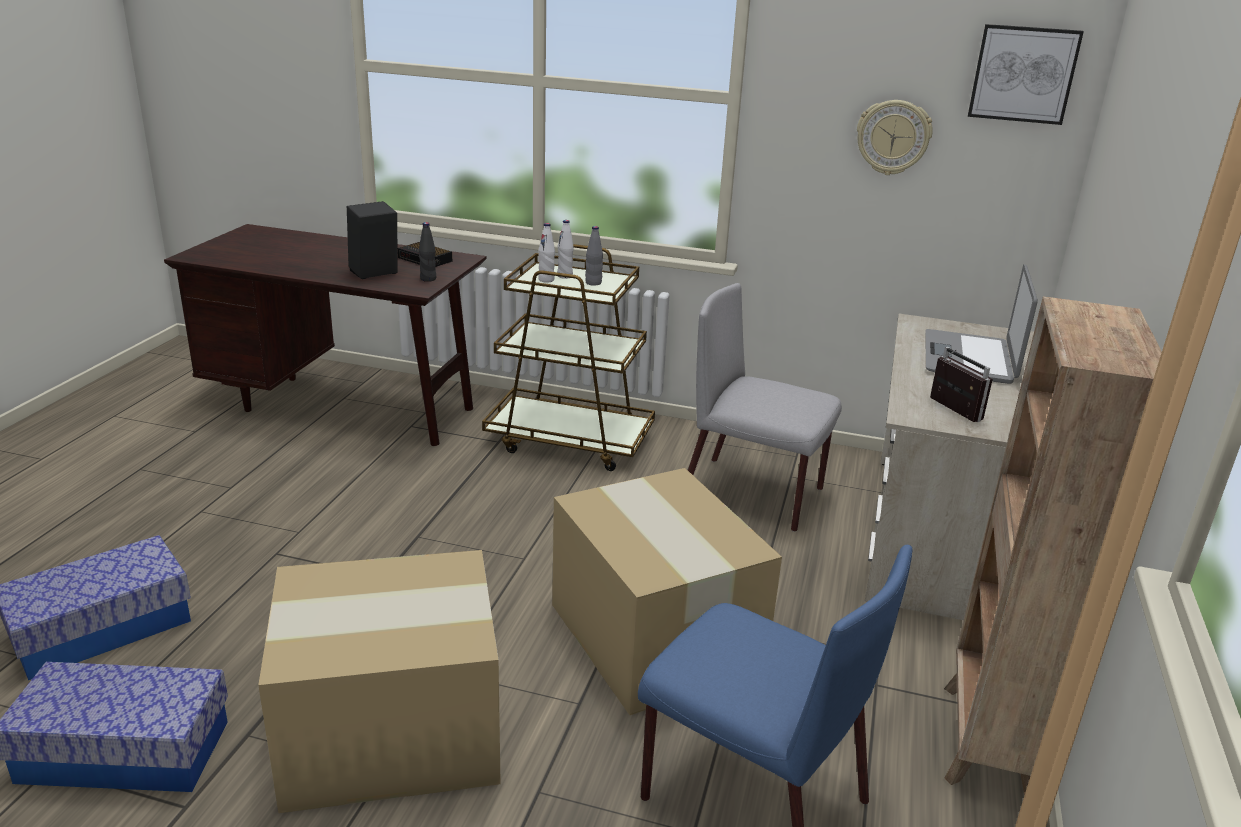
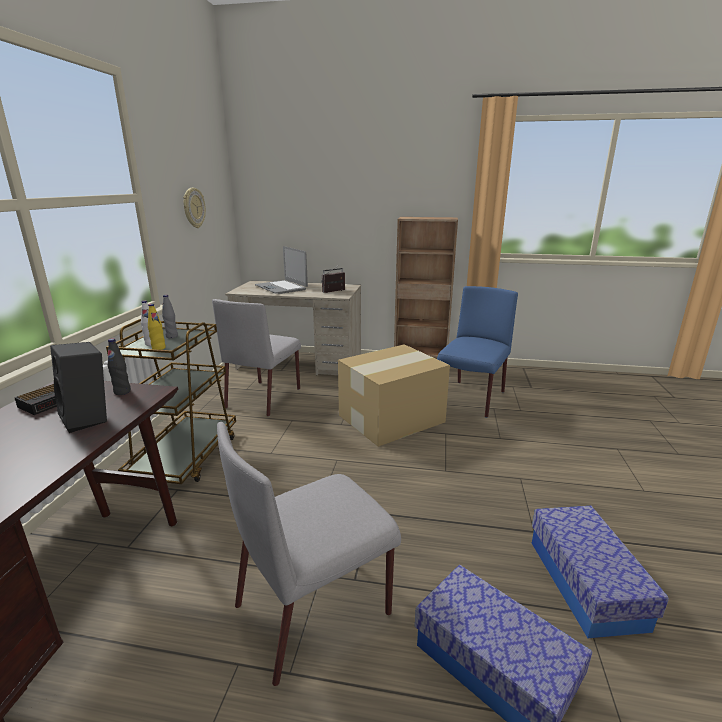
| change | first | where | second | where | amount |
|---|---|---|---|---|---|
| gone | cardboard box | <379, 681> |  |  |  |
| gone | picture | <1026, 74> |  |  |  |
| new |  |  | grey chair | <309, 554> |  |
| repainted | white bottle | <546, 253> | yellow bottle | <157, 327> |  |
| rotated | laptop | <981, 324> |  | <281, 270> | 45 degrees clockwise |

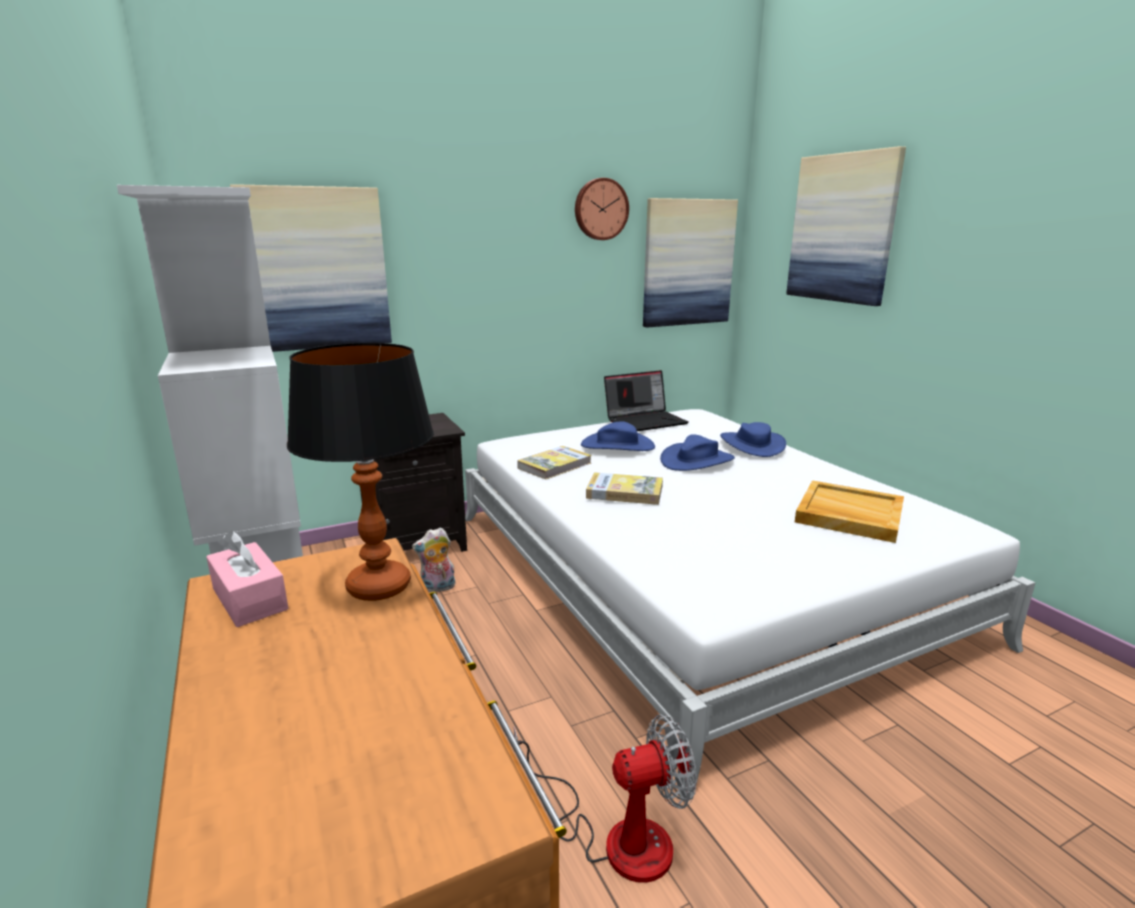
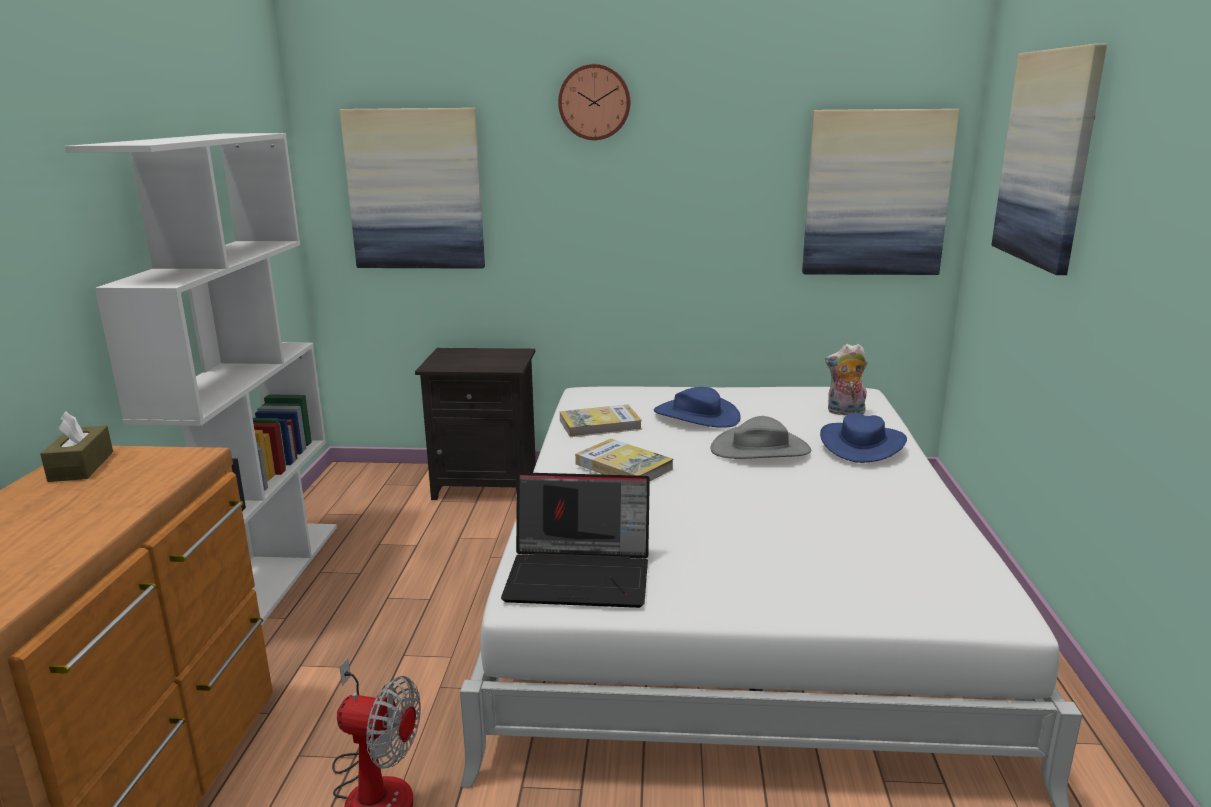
| change | first | where | second | where | amount |
|---|---|---|---|---|---|
| gone | table lamp | <360, 472> |  |  |  |
| gone | beige tray | <849, 511> |  |  |  |
| shifted | plush toy | <433, 559> |  | <846, 379> |  |
| shifted | wall clock | <602, 209> |  | <594, 102> |  |
| shifted | laptop | <646, 400> |  | <575, 540> |  |
| repainted | pink tissue box | <247, 579> | brown tissue box | <76, 446> |  |
| repainted | blue hat | <697, 452> | grey hat | <761, 437> |  |

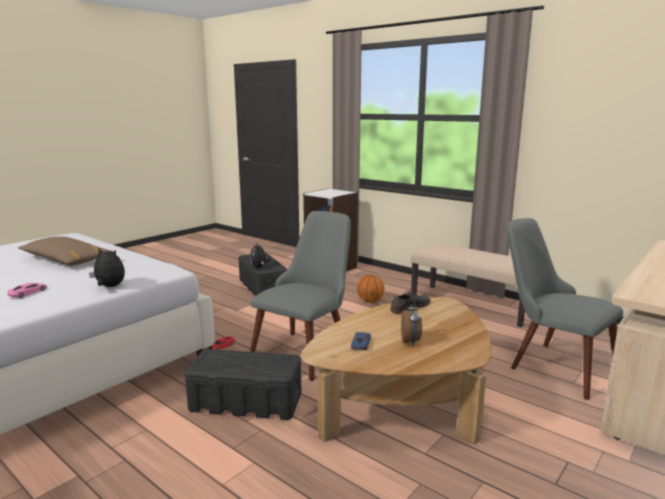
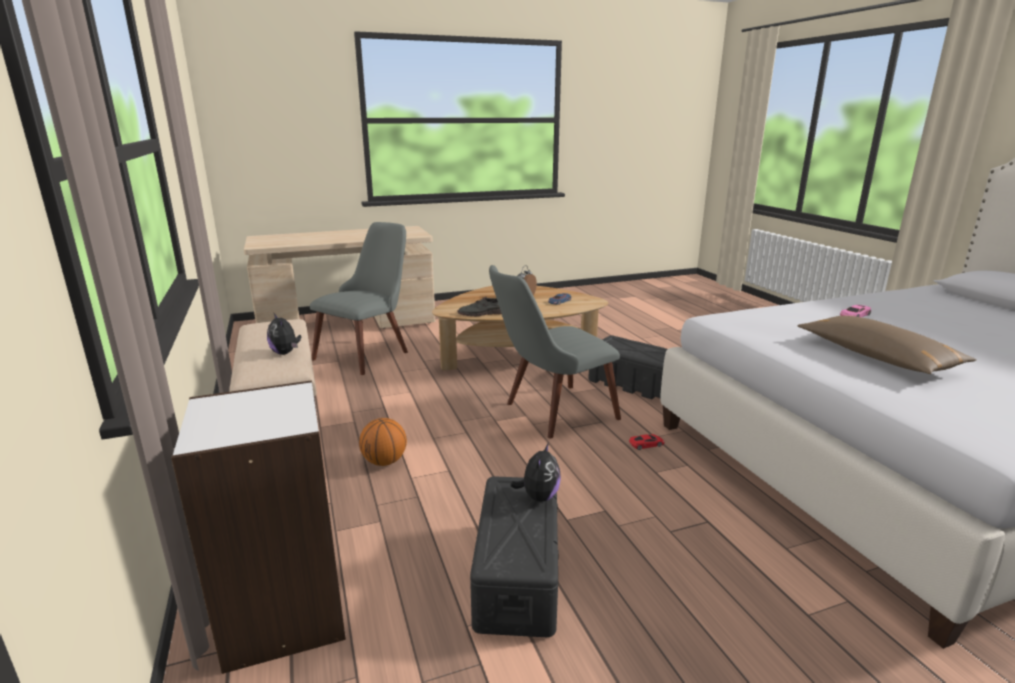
| change | first | where | second | where | amount |
|---|---|---|---|---|---|
| shifted | plush toy | <107, 267> |  | <284, 333> |  |
| rotated | grey chair | <565, 309> |  | <359, 298> | 135 degrees counterclockwise |

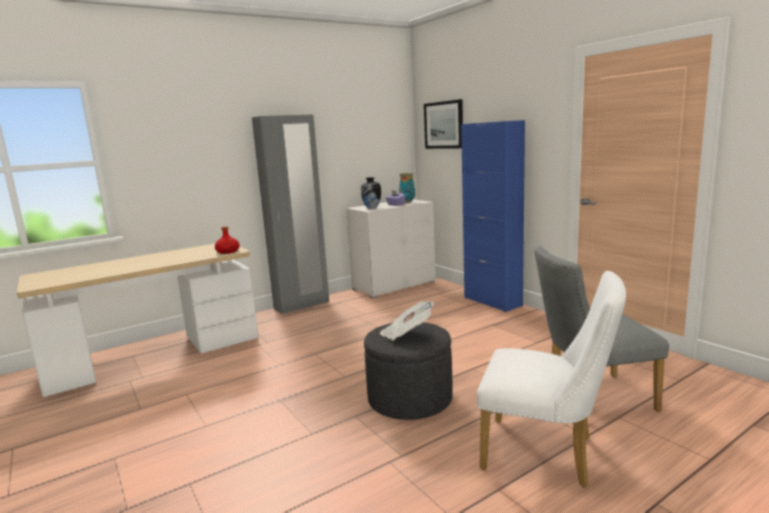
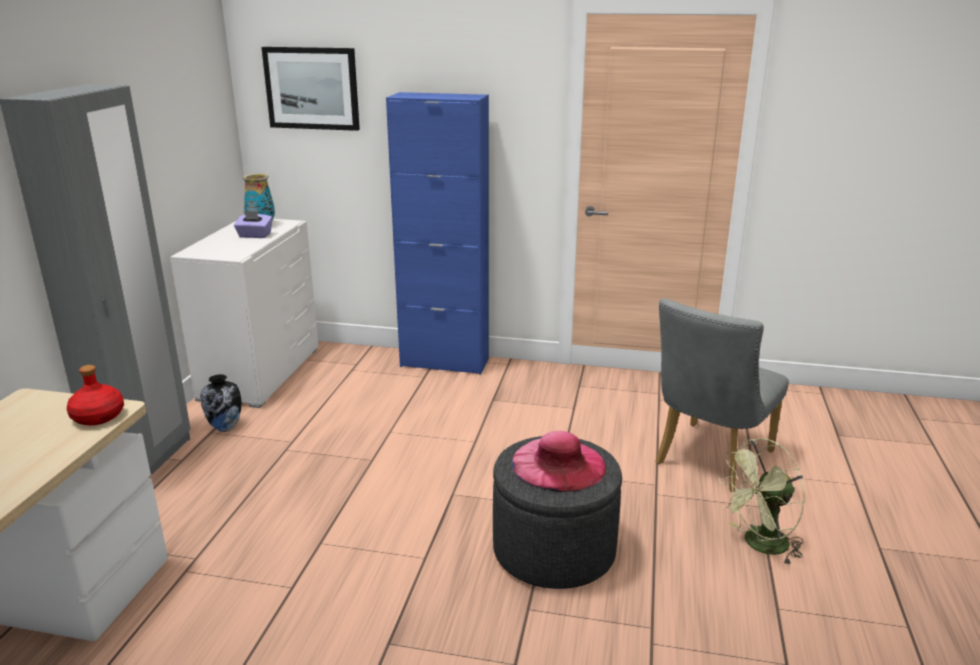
| change | first | where | second | where | amount |
|---|---|---|---|---|---|
| shifted | vase | <371, 193> |  | <221, 403> |  |
| swapped | newspaper | <407, 321> | pink hat | <558, 461> |  |
| swapped | white chair | <551, 379> | green fan | <761, 501> |  |

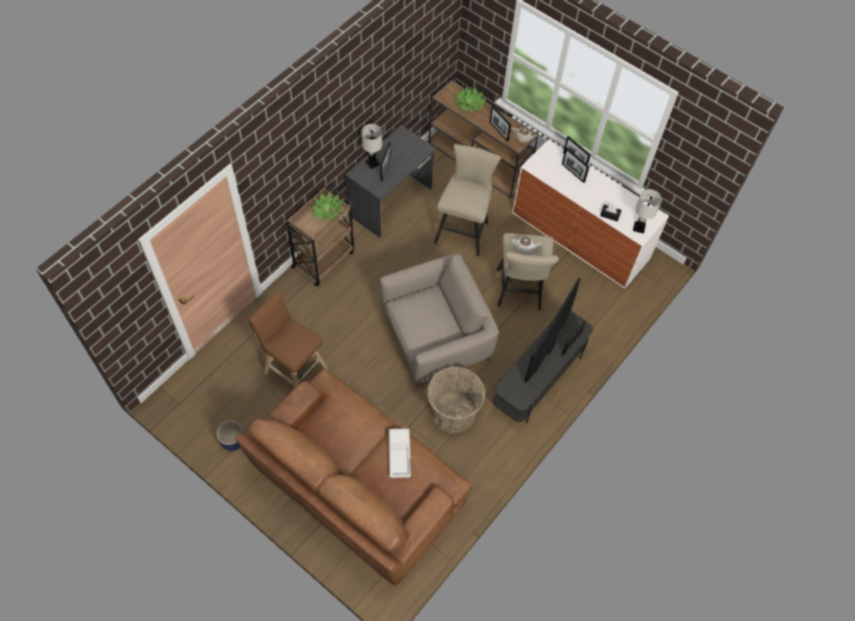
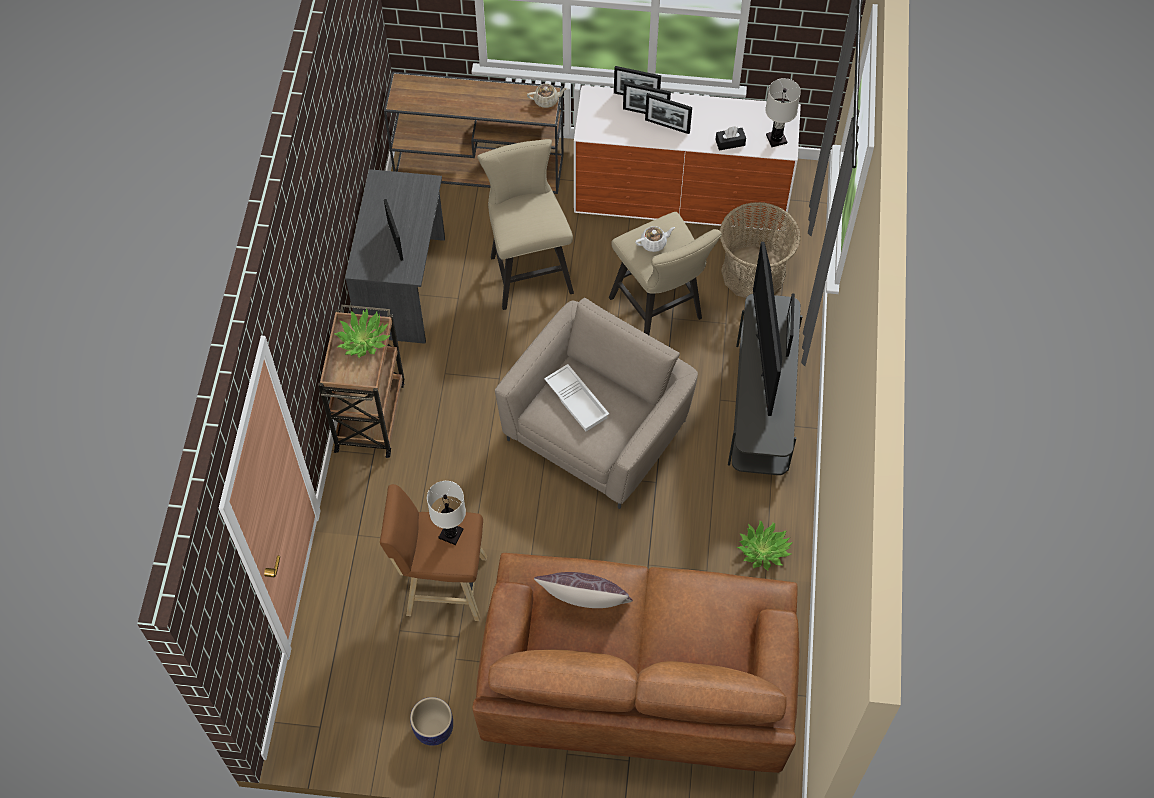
| change | first | where | second | where | amount |
|---|---|---|---|---|---|
| new |  |  | brown pillow | <583, 590> |  |
| shifted | white table lamp | <372, 146> |  | <446, 513> |  |
| shifted | white tray | <400, 453> |  | <576, 397> |  |
| shifted | basket | <456, 400> |  | <760, 250> |  |
| shifted | potted plant | <470, 99> |  | <765, 545> |  |
| shifted | picture frame | <500, 123> |  | <668, 113> |  |

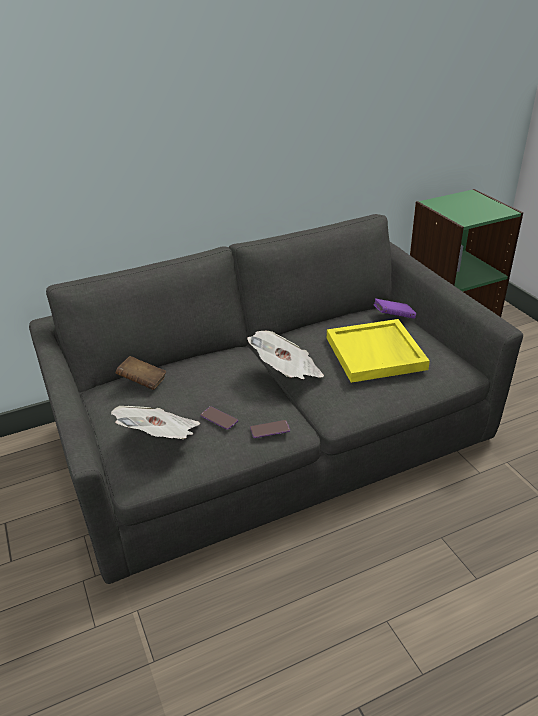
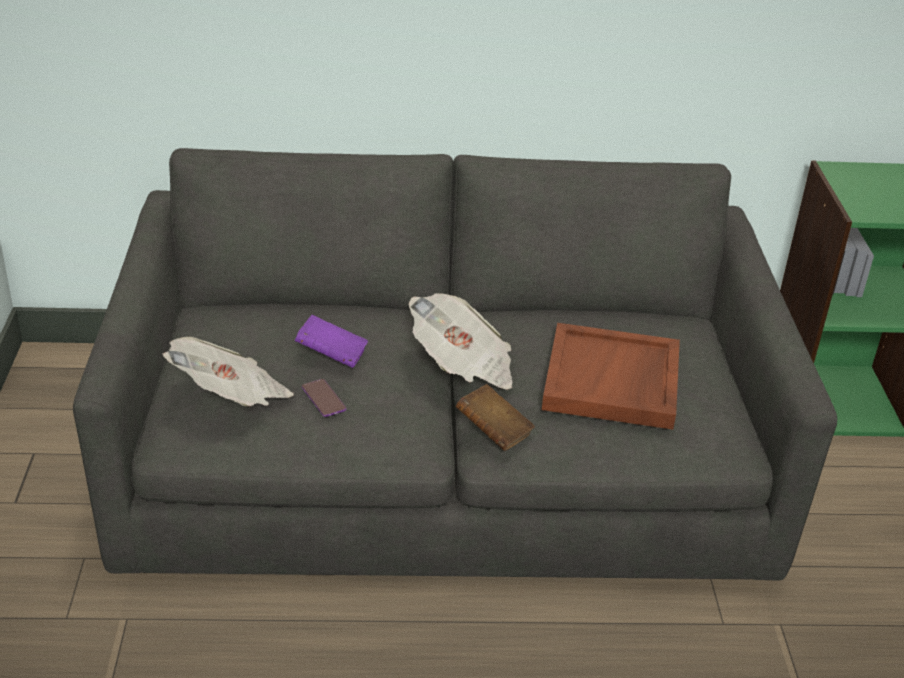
| change | first | where | second | where | amount |
|---|---|---|---|---|---|
| gone | phone | <270, 429> |  |  |  |
| shifted | brown book | <141, 373> |  | <495, 417> |  |
| shifted | purple book | <394, 308> |  | <331, 341> |  |
| repainted | yellow tray | <378, 351> | brown tray | <611, 376> |  |

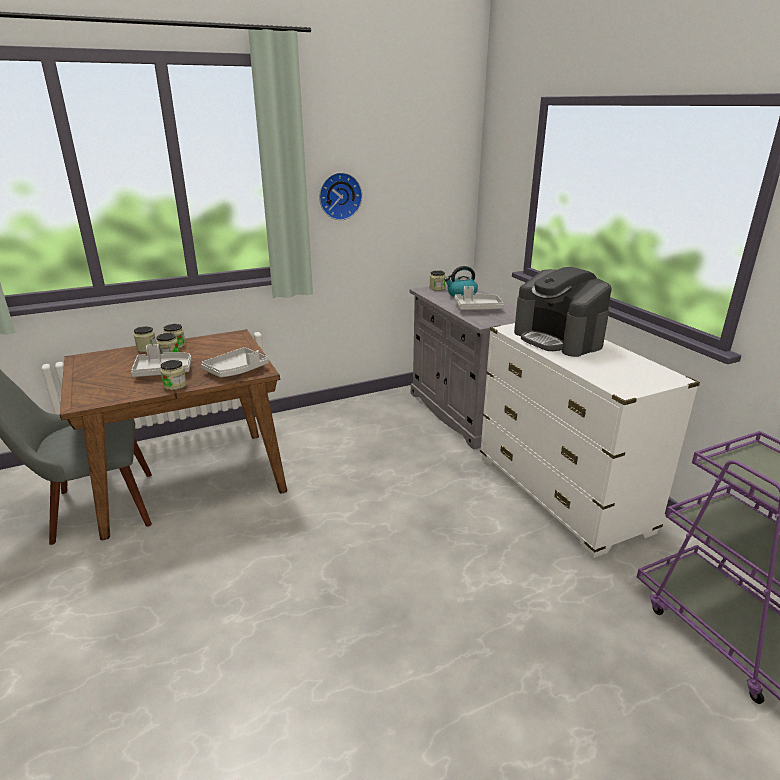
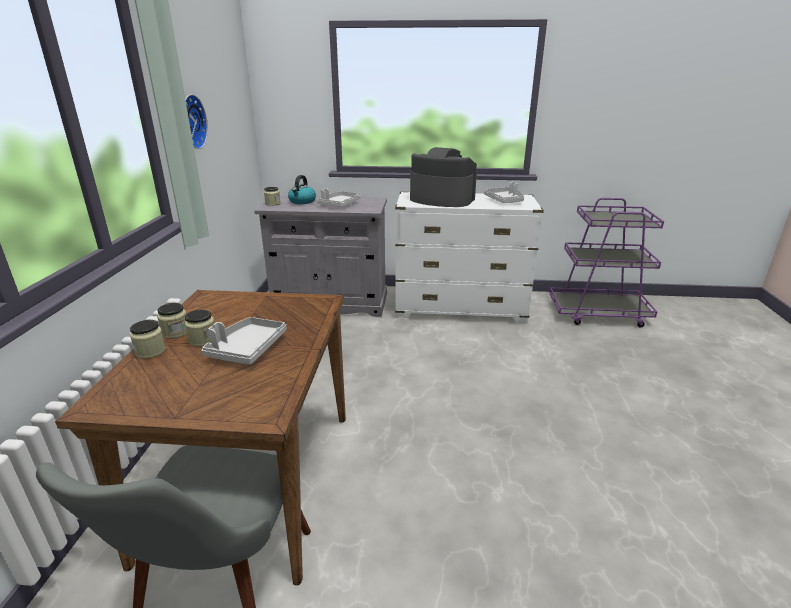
| change | first | where | second | where | amount |
|---|---|---|---|---|---|
| gone | jar | <173, 375> |  |  |  |
| shifted | grey tray | <235, 362> |  | <504, 192> |  |
| rotated | coffee machine | <563, 312> |  | <443, 177> | 150 degrees counterclockwise |

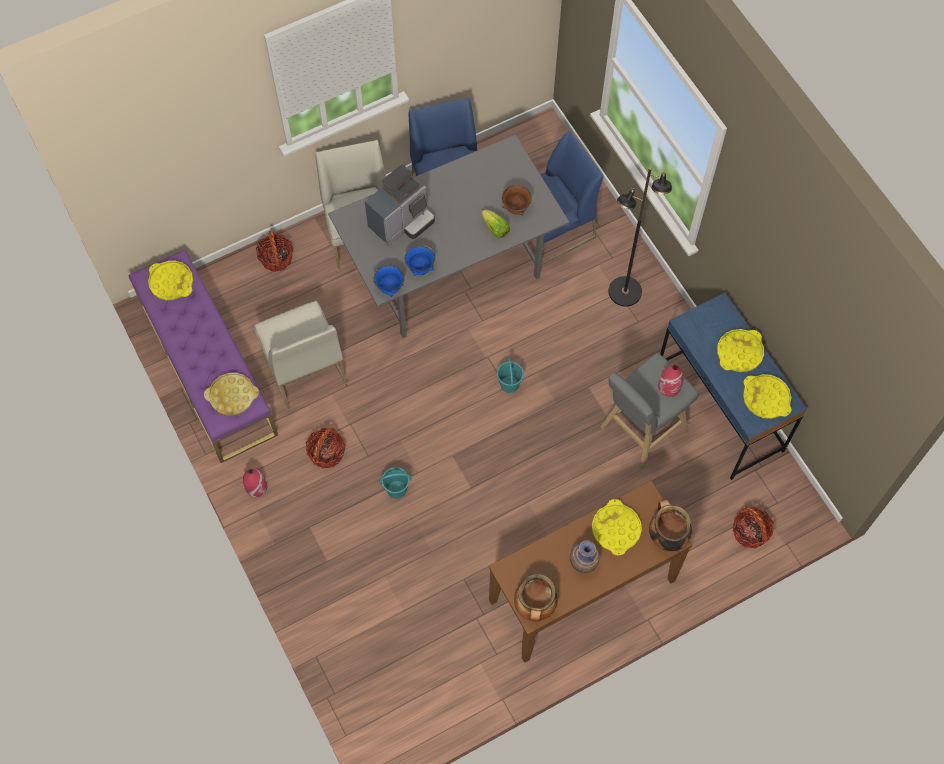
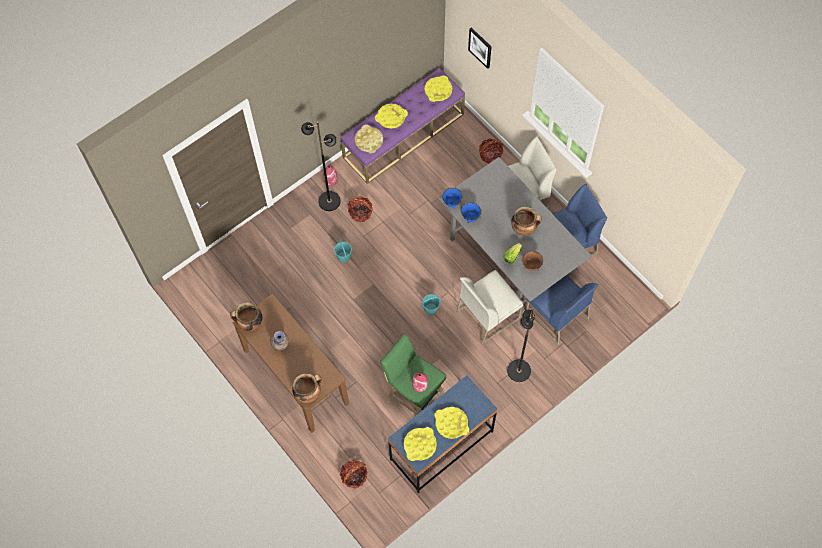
| change | first | where | second | where | amount |
|---|---|---|---|---|---|
| gone | coffee machine | <400, 205> |  |  |  |
| new |  |  | black floor lamp | <321, 166> |  |
| new |  |  | picture | <479, 48> |  |
| new |  |  | cooking pot | <526, 221> |  |
| shifted | white chair | <300, 354> |  | <489, 307> |  |
| shifted | yellow tray | <617, 527> |  | <391, 116> |  |
| repainted | grey stool | <649, 411> | green stool | <413, 374> |  |

